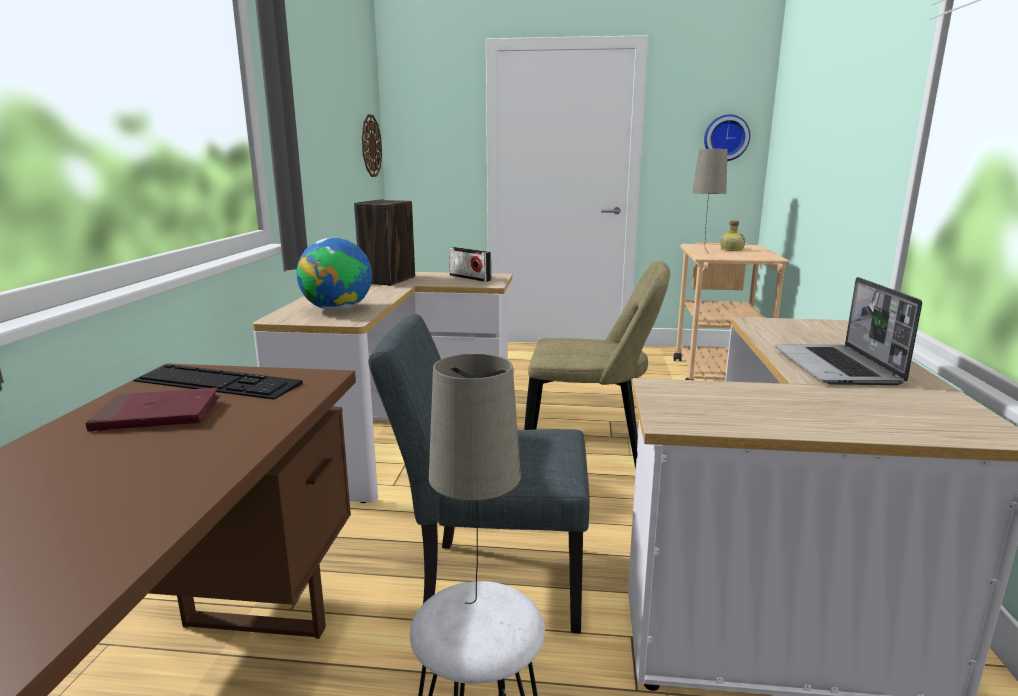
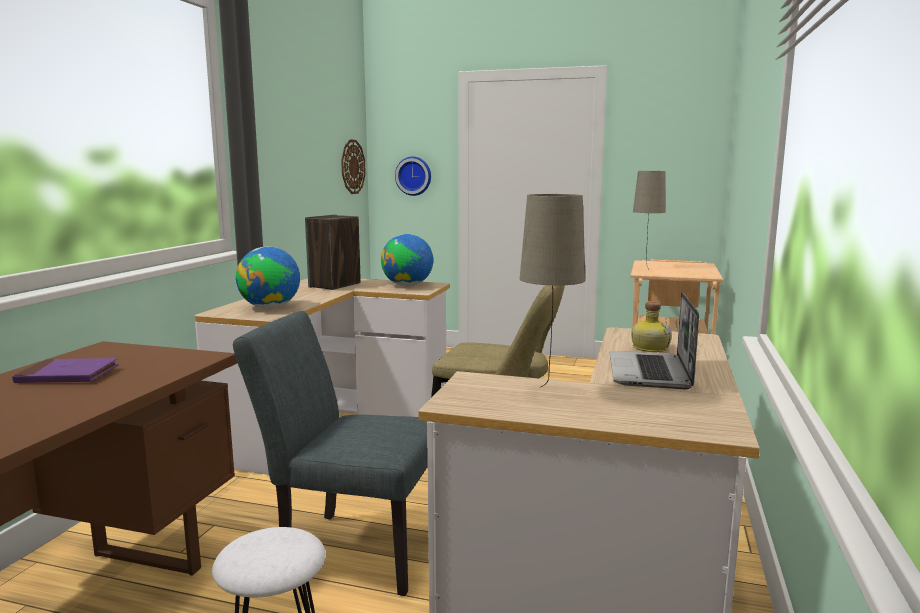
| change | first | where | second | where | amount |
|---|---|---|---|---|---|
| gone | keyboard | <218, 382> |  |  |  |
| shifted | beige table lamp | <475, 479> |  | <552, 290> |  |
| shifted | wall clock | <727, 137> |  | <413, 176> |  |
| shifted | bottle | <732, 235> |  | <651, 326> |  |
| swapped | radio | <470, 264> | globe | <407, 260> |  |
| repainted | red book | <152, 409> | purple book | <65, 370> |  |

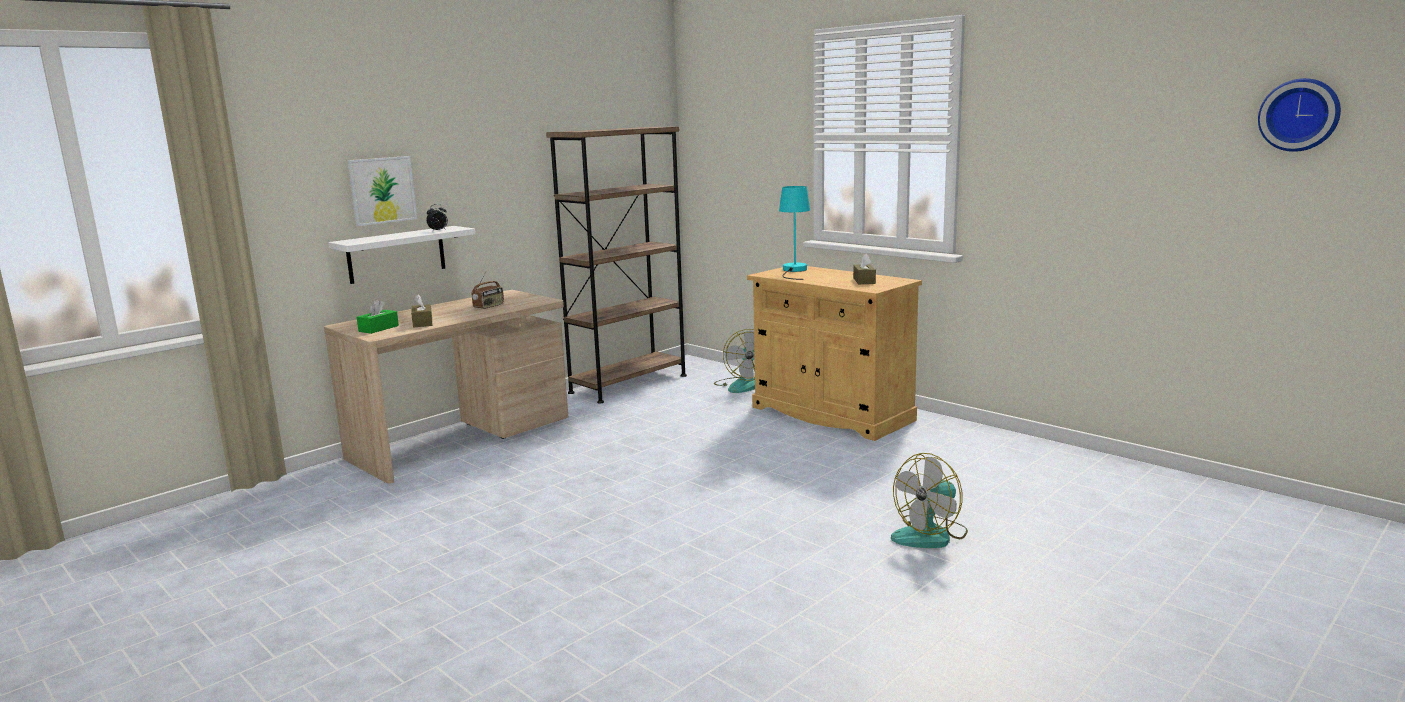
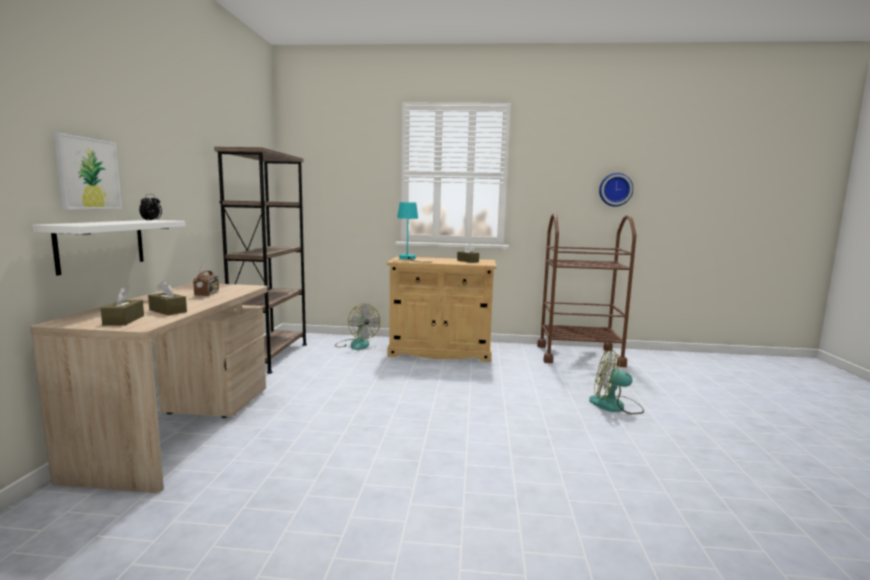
| change | first | where | second | where | amount |
|---|---|---|---|---|---|
| new |  |  | brown cart | <587, 290> |  |
| shifted | wall clock | <1299, 115> |  | <616, 190> |  |
| repainted | green tissue box | <378, 316> | brown tissue box | <122, 306> |  |
| rotated | fan | <929, 500> |  | <616, 382> | 90 degrees clockwise |

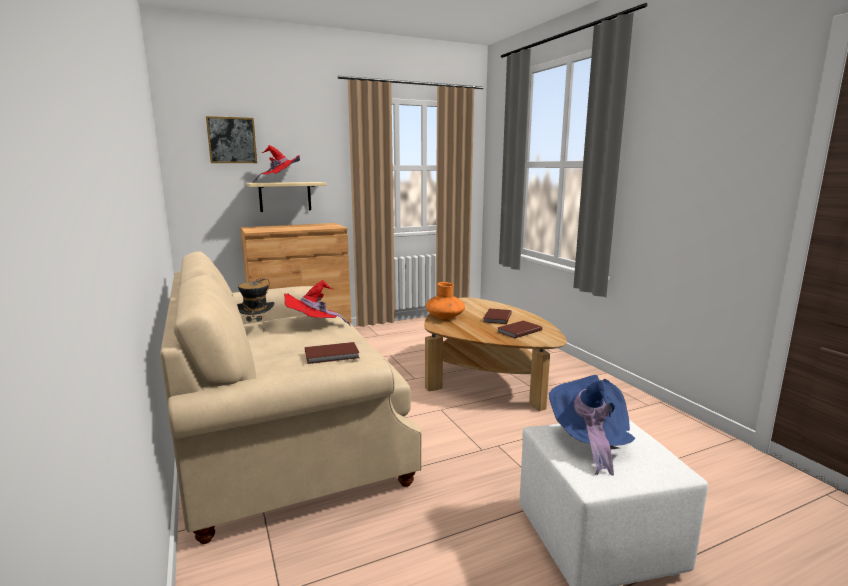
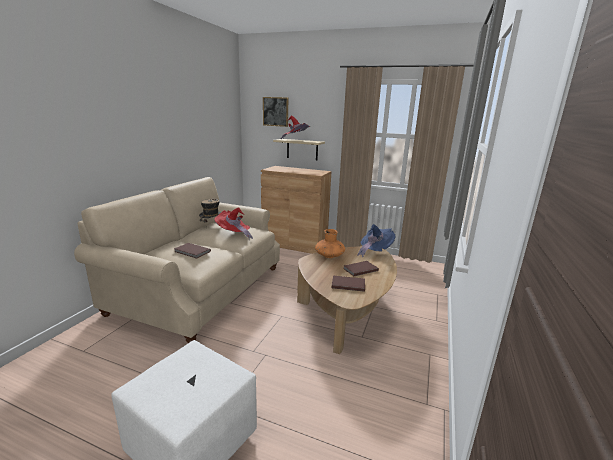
| change | first | where | second | where | amount |
|---|---|---|---|---|---|
| shifted | blue hat | <592, 425> |  | <376, 241> |  |

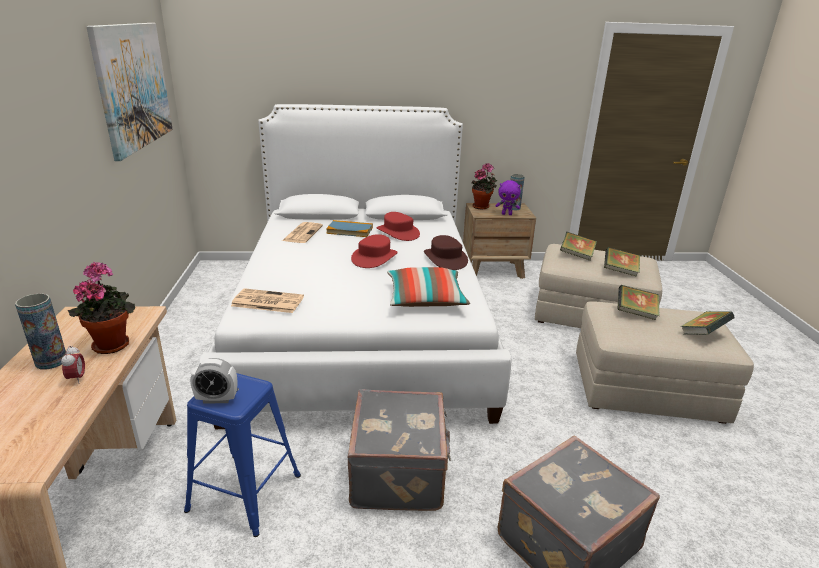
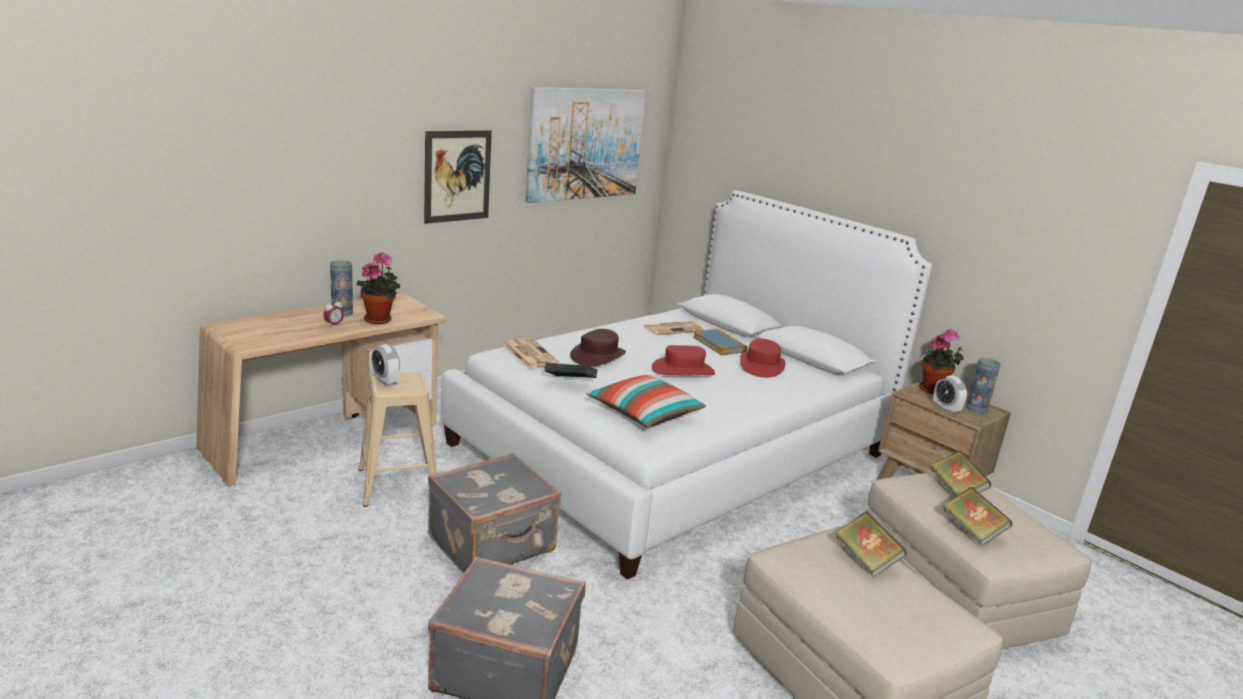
| change | first | where | second | where | amount |
|---|---|---|---|---|---|
| new |  |  | picture | <458, 177> |  |
| shifted | brown hat | <446, 252> |  | <598, 347> |  |
| shifted | book | <708, 323> |  | <570, 370> |  |
| swapped | purple plush toy | <508, 197> | alarm clock | <950, 394> |  |
| repainted | blue stool | <242, 455> | beige stool | <397, 439> |  |

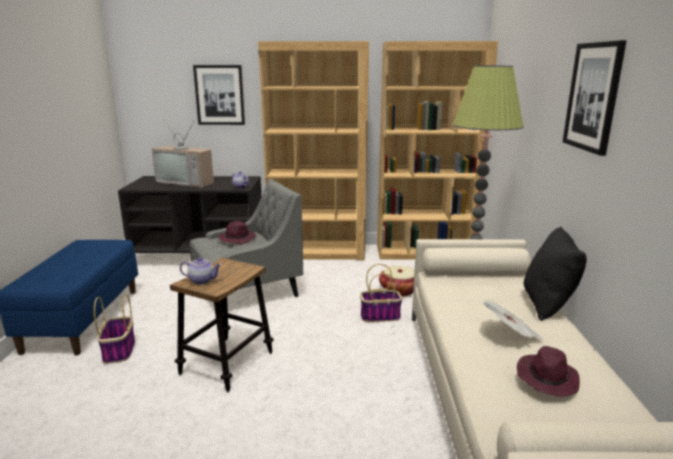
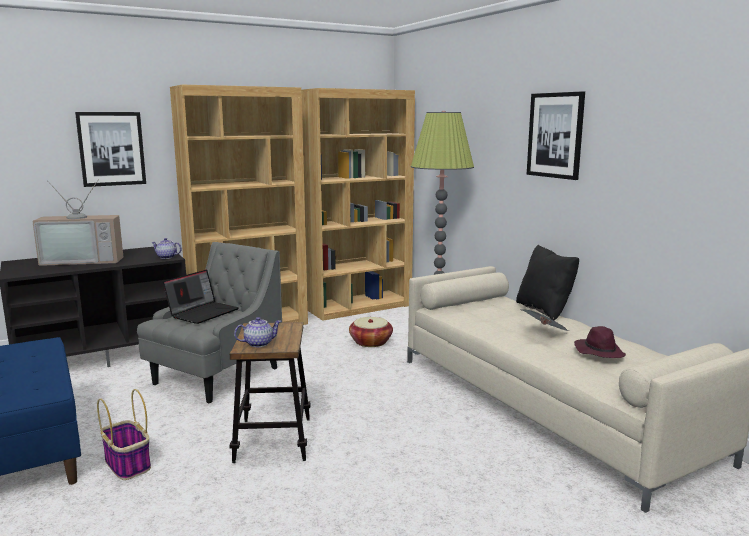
| change | first | where | second | where | amount |
|---|---|---|---|---|---|
| gone | basket | <381, 293> |  |  |  |
| swapped | purple hat | <237, 232> | laptop | <201, 297> |  |

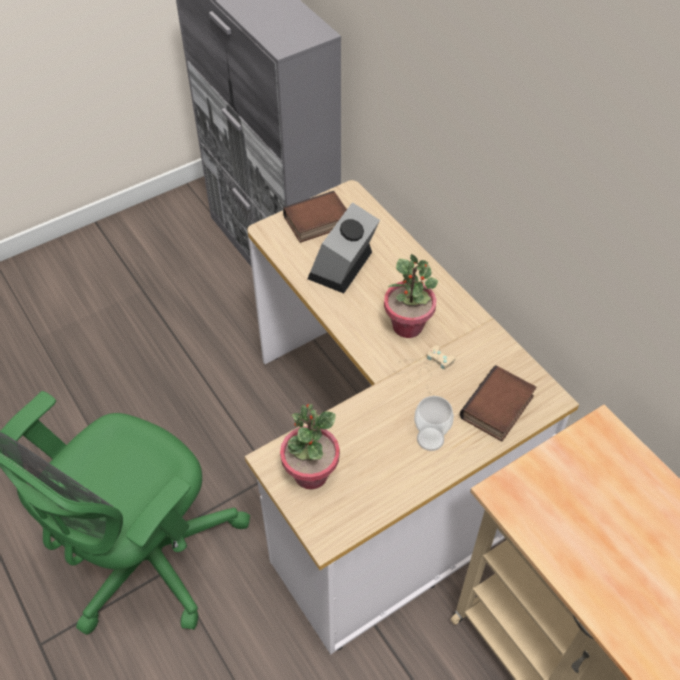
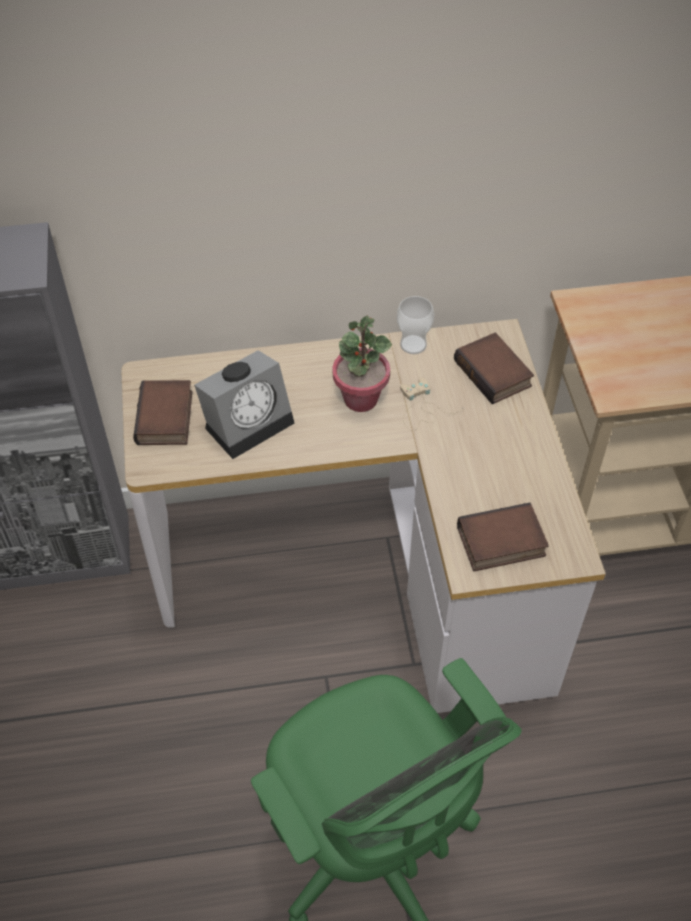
| change | first | where | second | where | amount |
|---|---|---|---|---|---|
| shifted | cup | <434, 423> |  | <415, 325> |  |
| swapped | potted plant | <310, 446> | book | <503, 537> |  |
| rotated | alarm clock | <344, 247> |  | <244, 404> | 90 degrees counterclockwise |

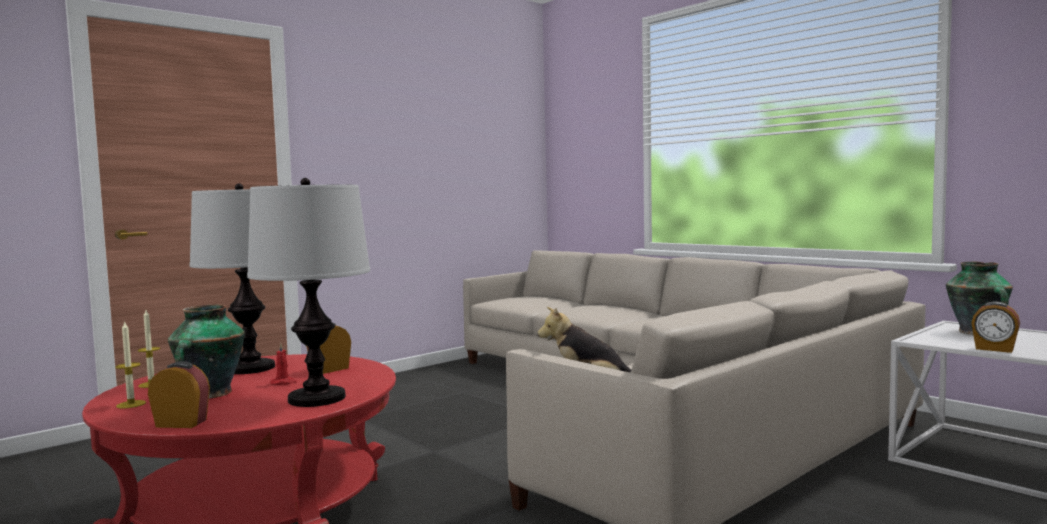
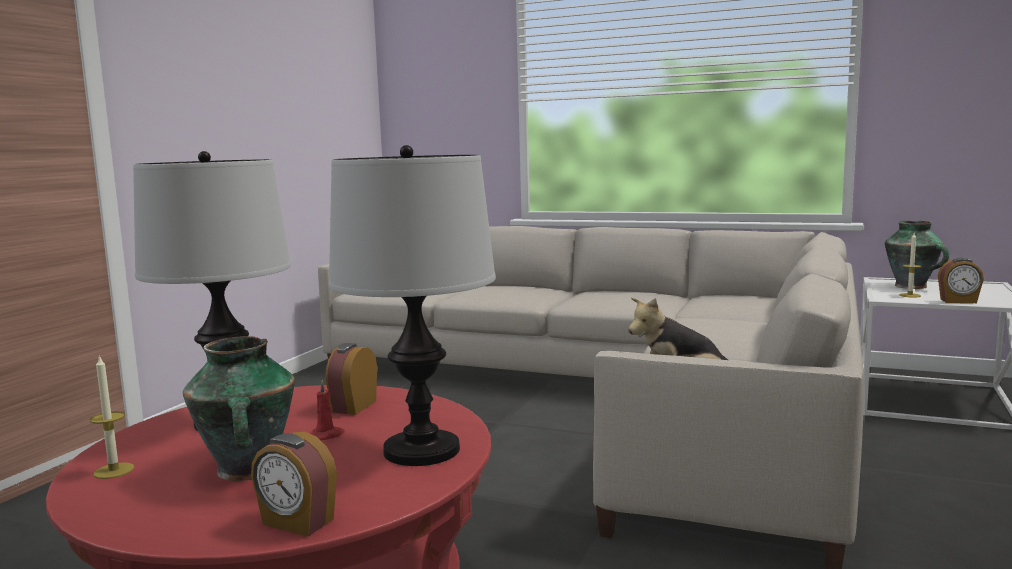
| change | first | where | second | where | amount |
|---|---|---|---|---|---|
| shifted | candle | <130, 365> |  | <910, 265> |  |
| rotated | alarm clock | <179, 394> |  | <294, 484> | 135 degrees counterclockwise |

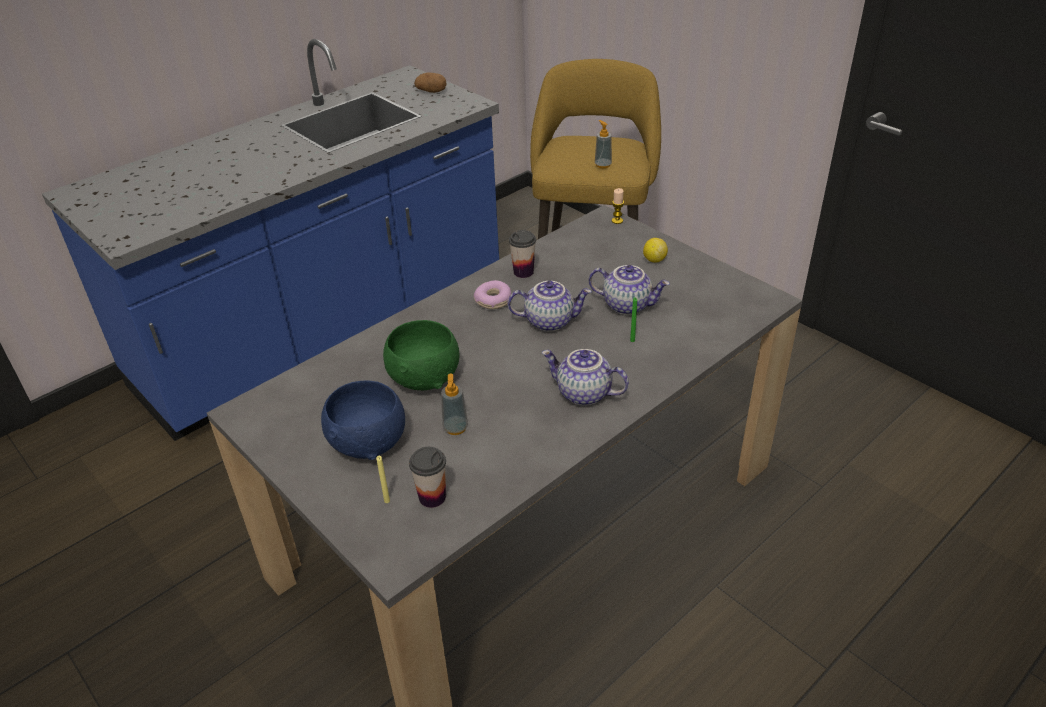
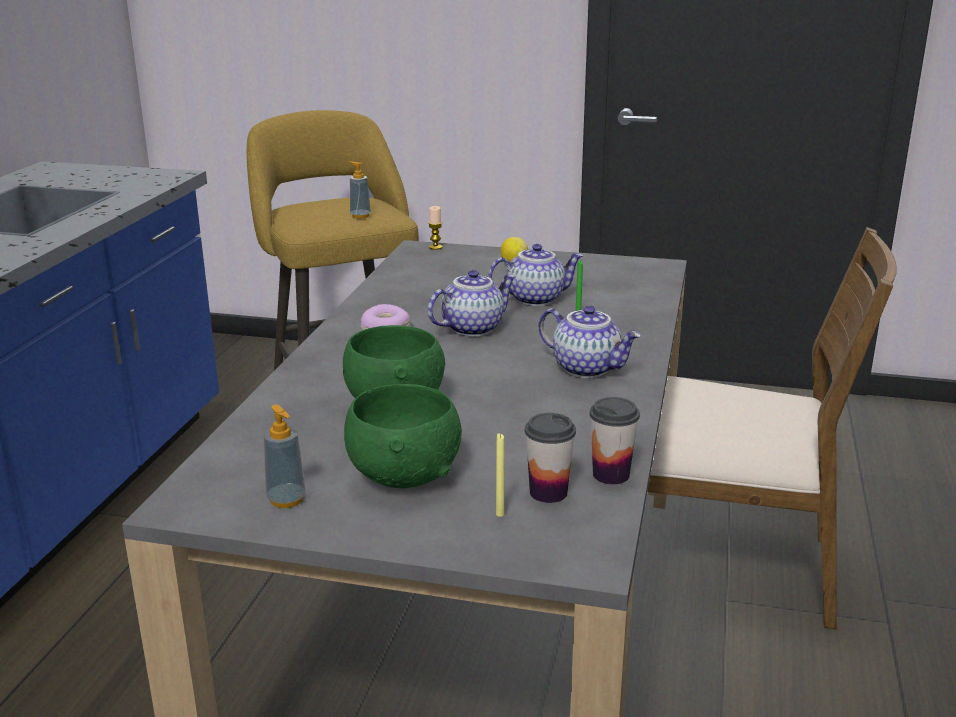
| change | first | where | second | where | amount |
|---|---|---|---|---|---|
| gone | potato | <430, 82> |  |  |  |
| new |  |  | brown chair | <772, 428> |  |
| shifted | soap dispenser | <454, 404> |  | <284, 456> |  |
| shifted | cup | <522, 254> |  | <615, 440> |  |
| repainted | blue bowl | <363, 420> | green bowl | <403, 436> |  |
| rotated | teapot | <585, 377> |  | <589, 341> | 135 degrees counterclockwise |

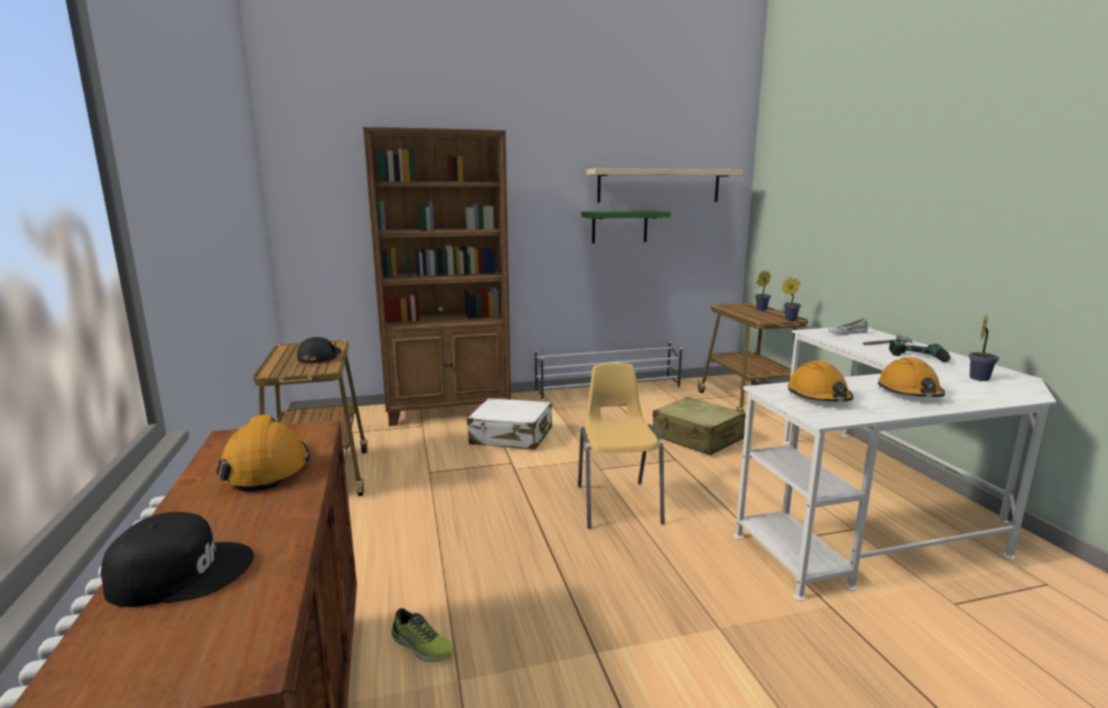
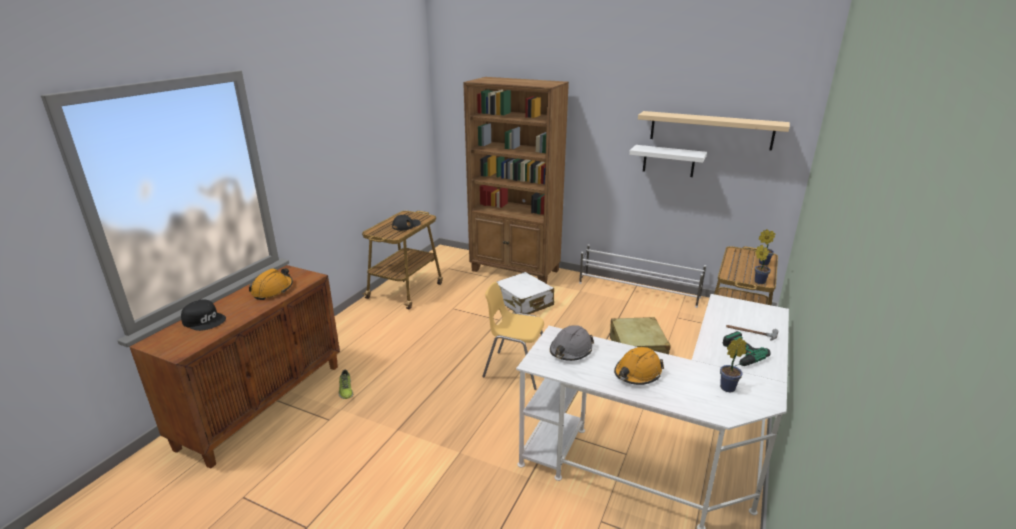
| change | first | where | second | where | amount |
|---|---|---|---|---|---|
| gone | white shoe | <848, 326> |  |  |  |
| repainted | green shelf | <626, 227> | white shelf | <668, 161> |  |
| repainted | orange hard hat | <820, 381> | grey hard hat | <572, 343> |  |
| rotated | yellow chair | <621, 445> |  | <513, 336> | 105 degrees counterclockwise |

